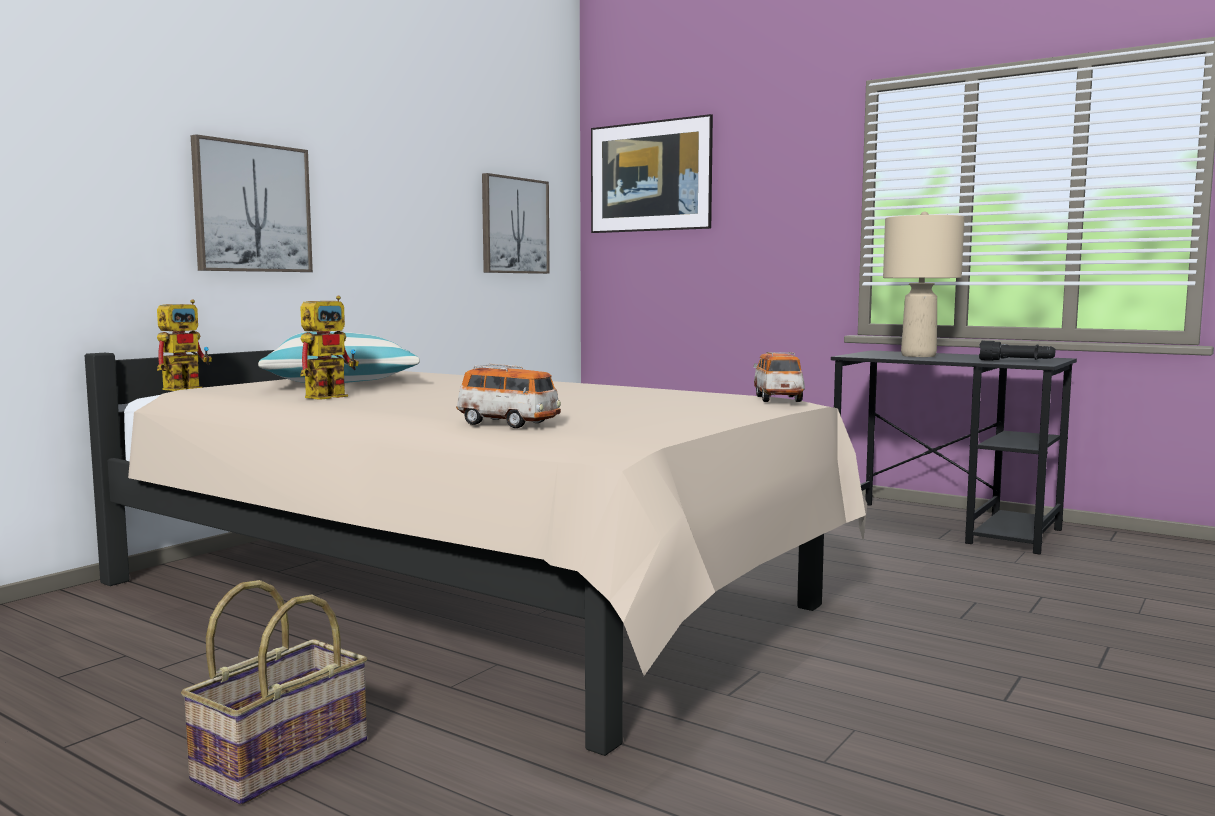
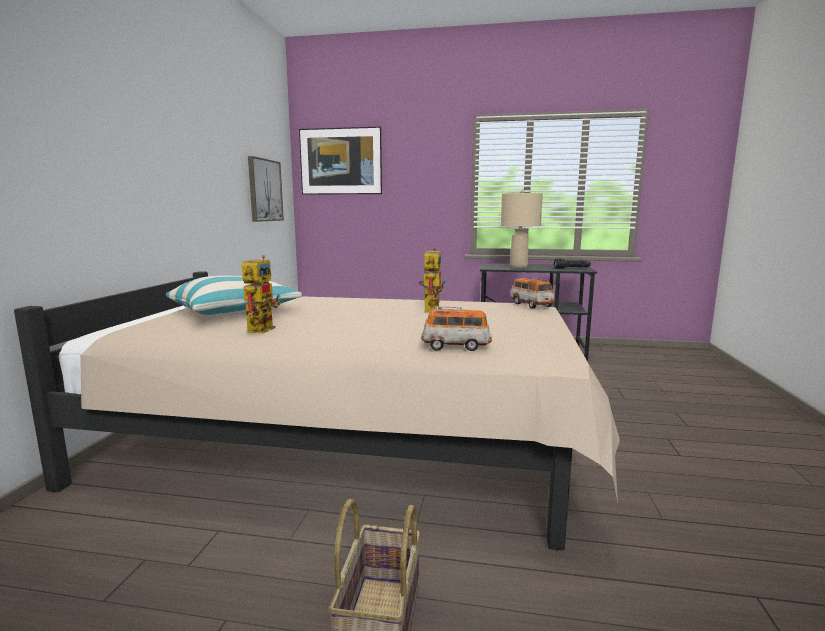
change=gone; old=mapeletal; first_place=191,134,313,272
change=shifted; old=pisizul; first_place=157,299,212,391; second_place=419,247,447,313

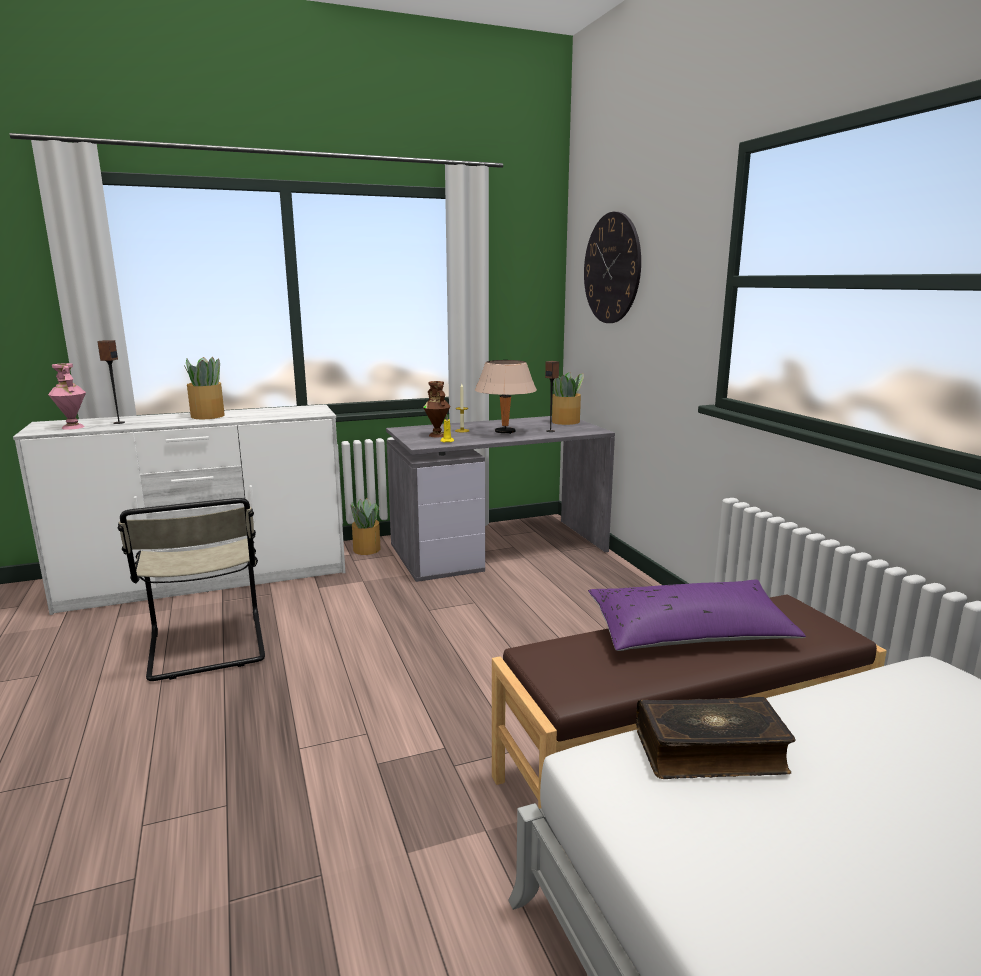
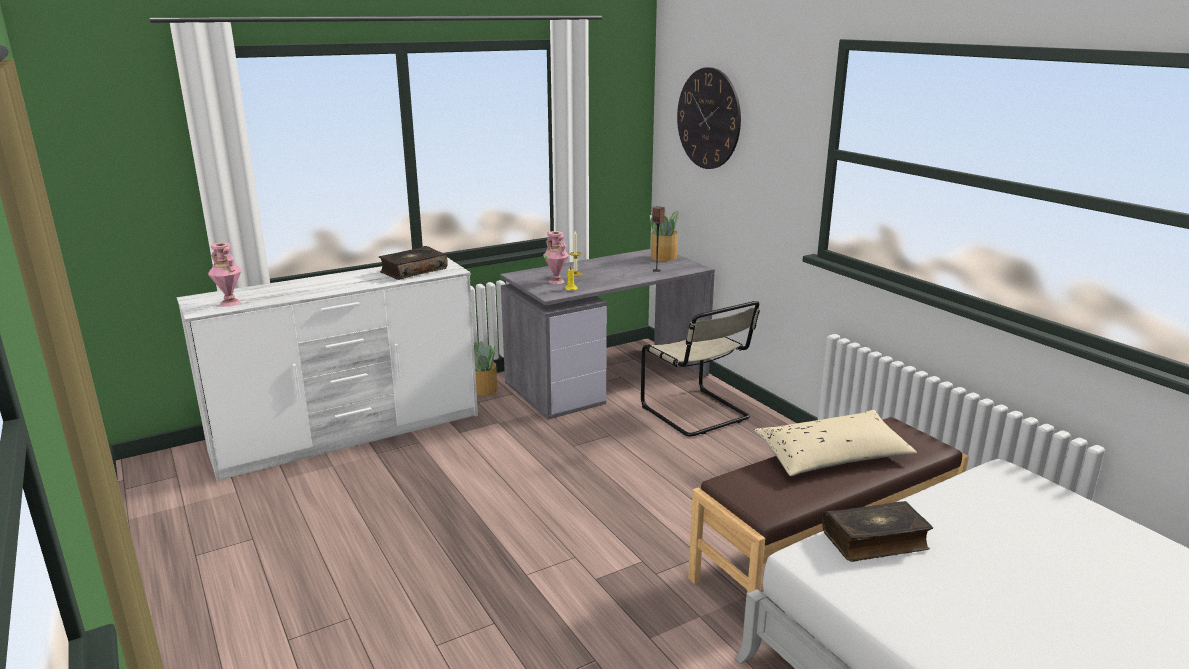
change=gone; old=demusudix; first_place=97,340,125,424
change=gone; old=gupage; first_place=184,357,225,419
change=gone; old=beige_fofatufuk; first_place=475,360,537,434
change=repainted; old=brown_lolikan; new=pink_lolikan; first_place=423,381,450,438; second_place=543,231,569,284
change=shifted; old=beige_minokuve; first_place=118,498,265,681; second_place=641,301,760,437
change=repainted; old=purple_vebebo; new=beige_vebebo; first_place=588,580,806,651; second_place=754,410,917,476
change=new; new=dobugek; second_place=379,246,448,280

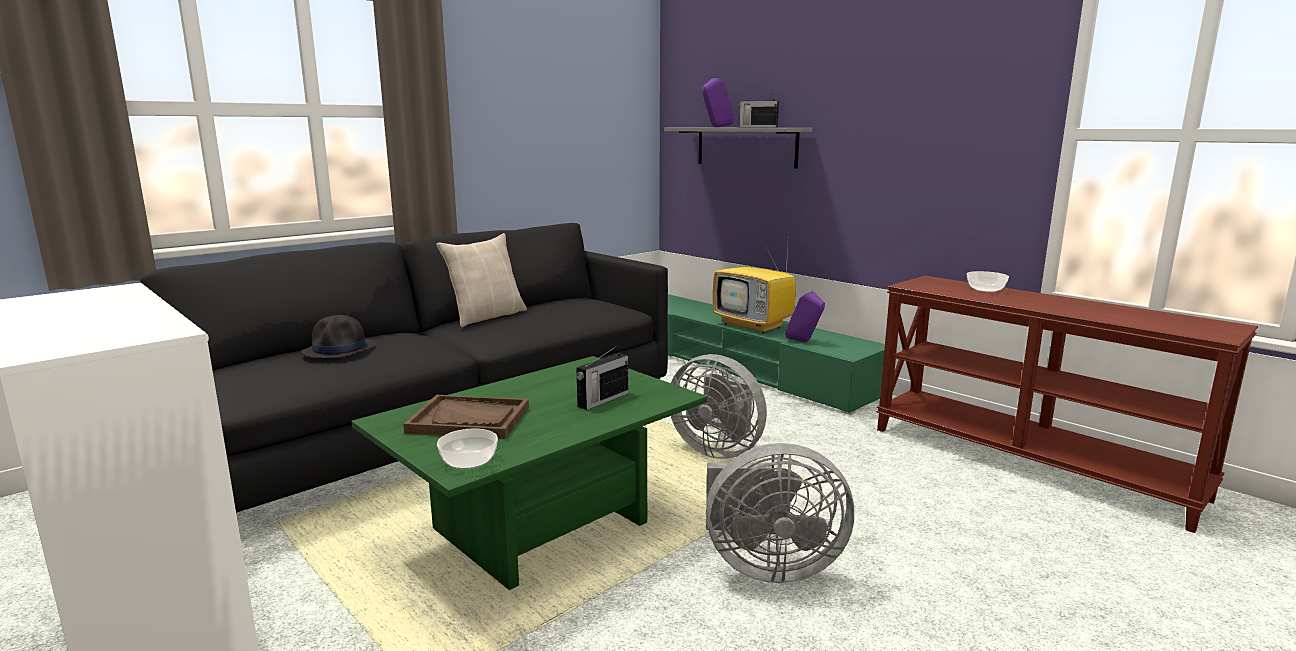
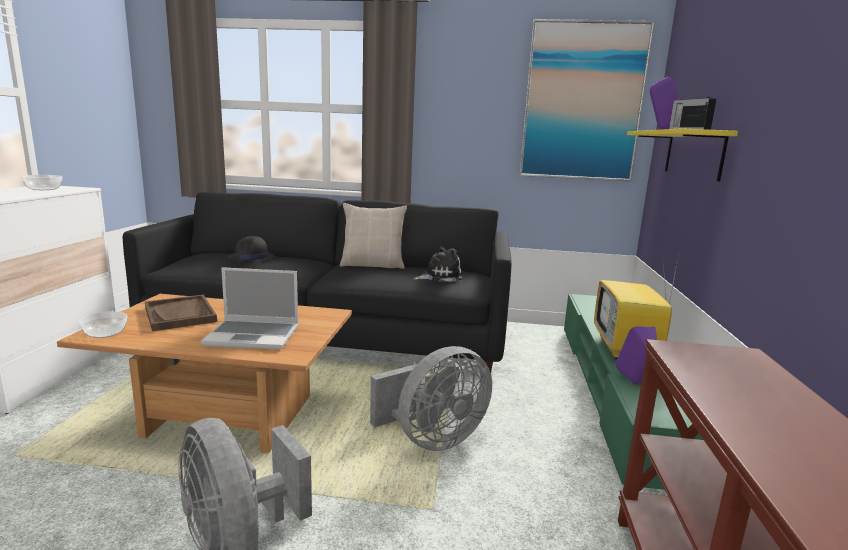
change=repainted; old=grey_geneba; new=yellow_geneba; first_place=664,128,812,168; second_place=627,128,738,181
change=shifted; old=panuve; first_place=967,271,1009,292; second_place=21,175,62,190
change=swapped; old=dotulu; new=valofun; first_place=576,345,628,410; second_place=201,267,299,350
change=rotated; old=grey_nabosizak; first_place=671,354,767,459; second_place=370,346,492,451; degrees=-120
change=repainted; old=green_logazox; new=brown_logazox; first_place=352,356,707,590; second_place=57,294,352,453
change=new; new=mapeletal; second_place=519,19,655,182
change=new; new=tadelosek; second_place=414,247,463,282

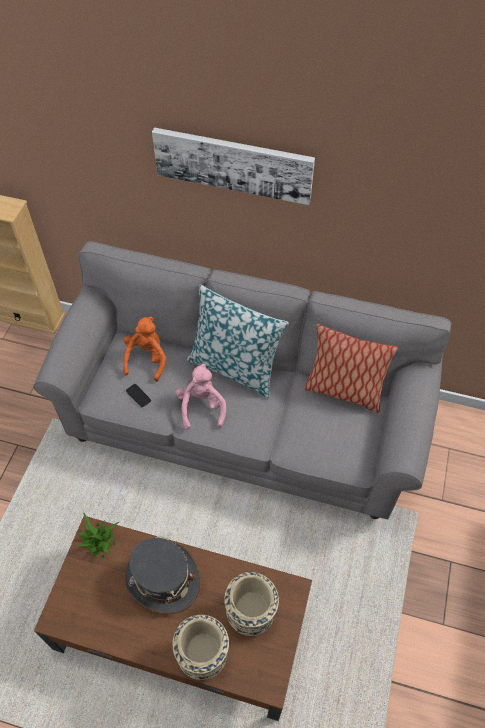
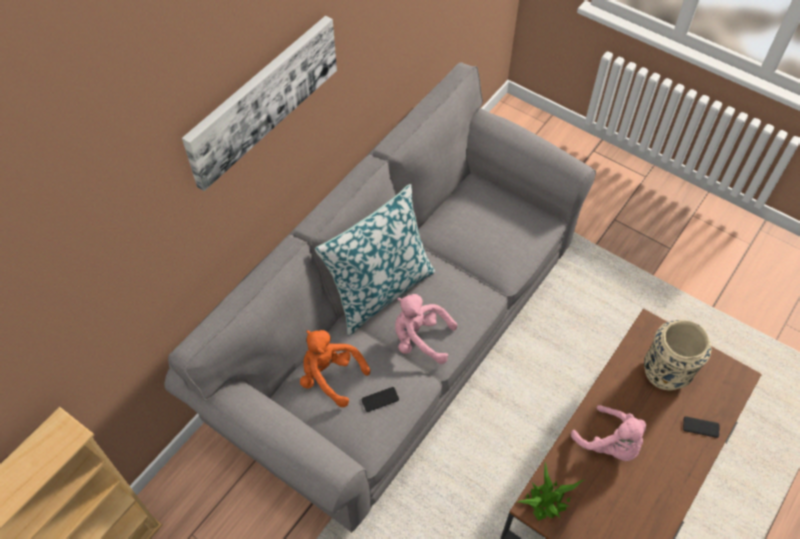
change=gone; old=vebebo; first_place=304,324,398,413
change=swapped; old=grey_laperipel; new=pink_tadelosek; first_place=124,536,200,614; second_place=571,405,646,461
change=swapped; old=beige_lolikan; new=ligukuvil; first_place=173,615,229,680; second_place=683,416,719,438

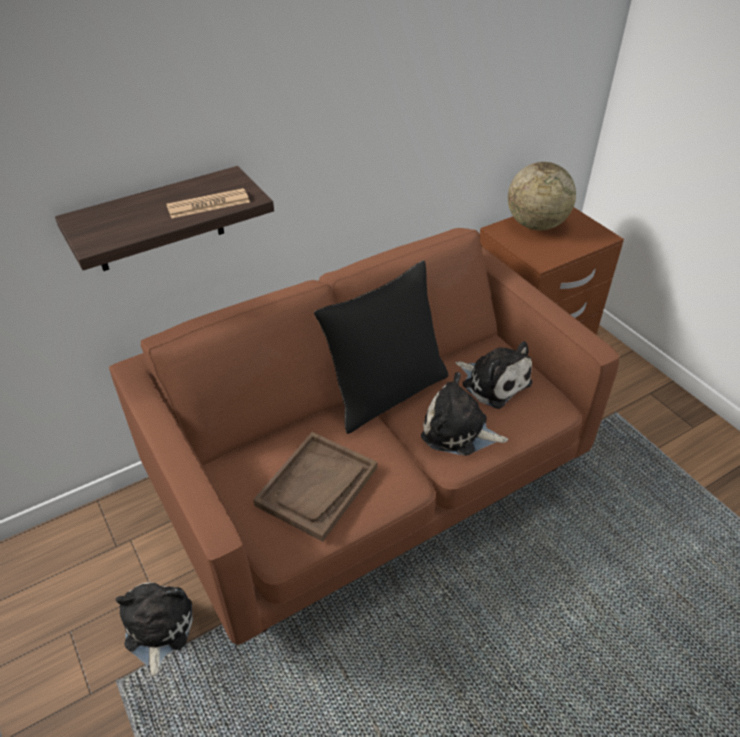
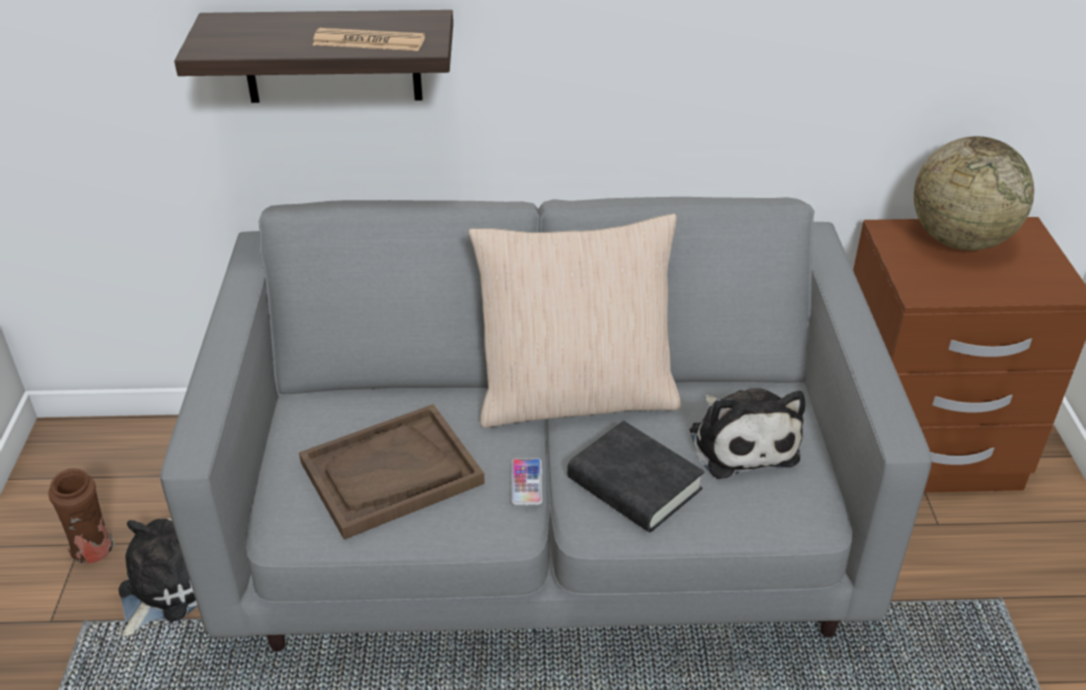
change=repainted; old=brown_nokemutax; new=grey_nokemutax; first_place=109,228,619,645; second_place=160,197,932,651
change=repainted; old=black_vebebo; new=beige_vebebo; first_place=314,260,448,434; second_place=468,214,681,428
change=swapped; old=tadelosek; new=black_dobugek; first_place=421,372,508,456; second_place=567,421,704,532
change=new; new=ligukuvil; second_place=511,458,542,505
change=new; new=brown_lolikan; second_place=49,468,115,564

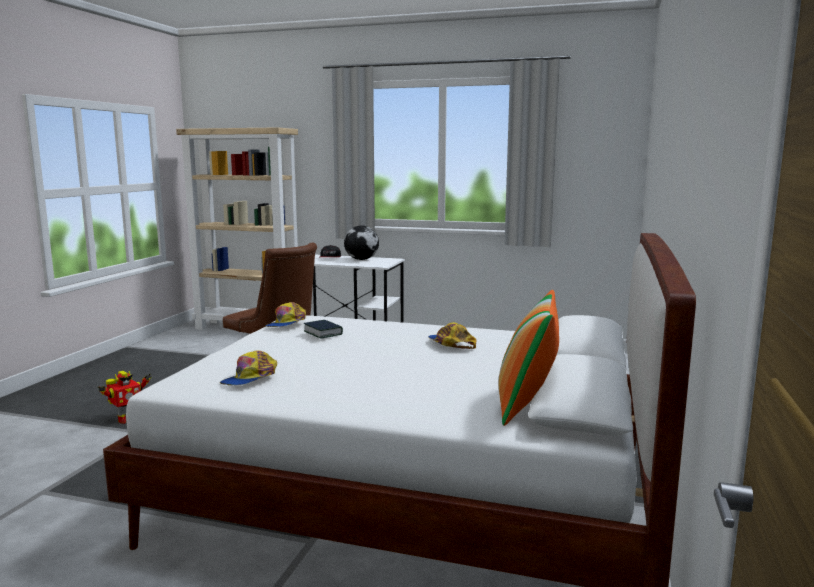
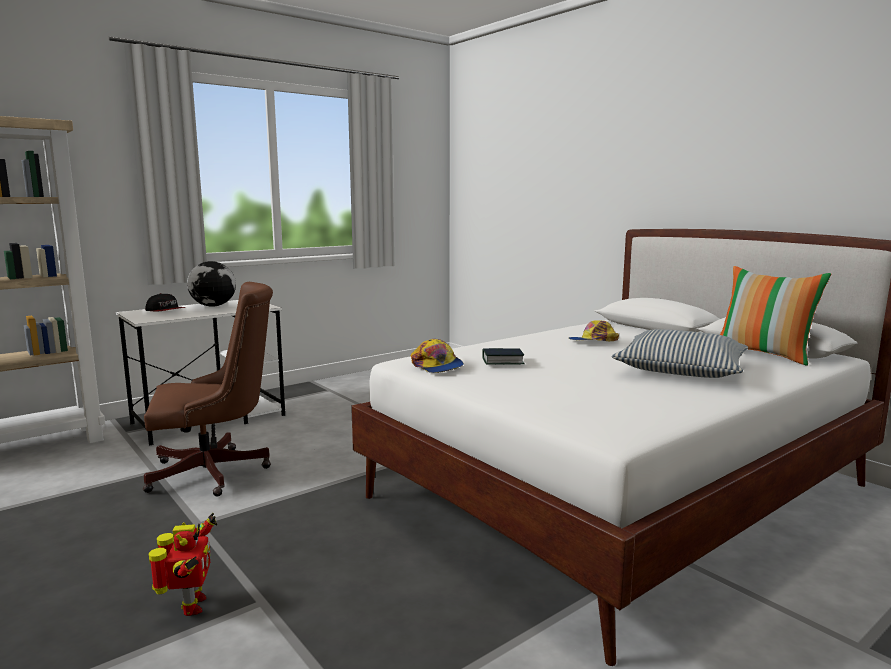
change=gone; old=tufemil; first_place=220,350,277,385
change=new; new=vebebo; second_place=612,329,748,378

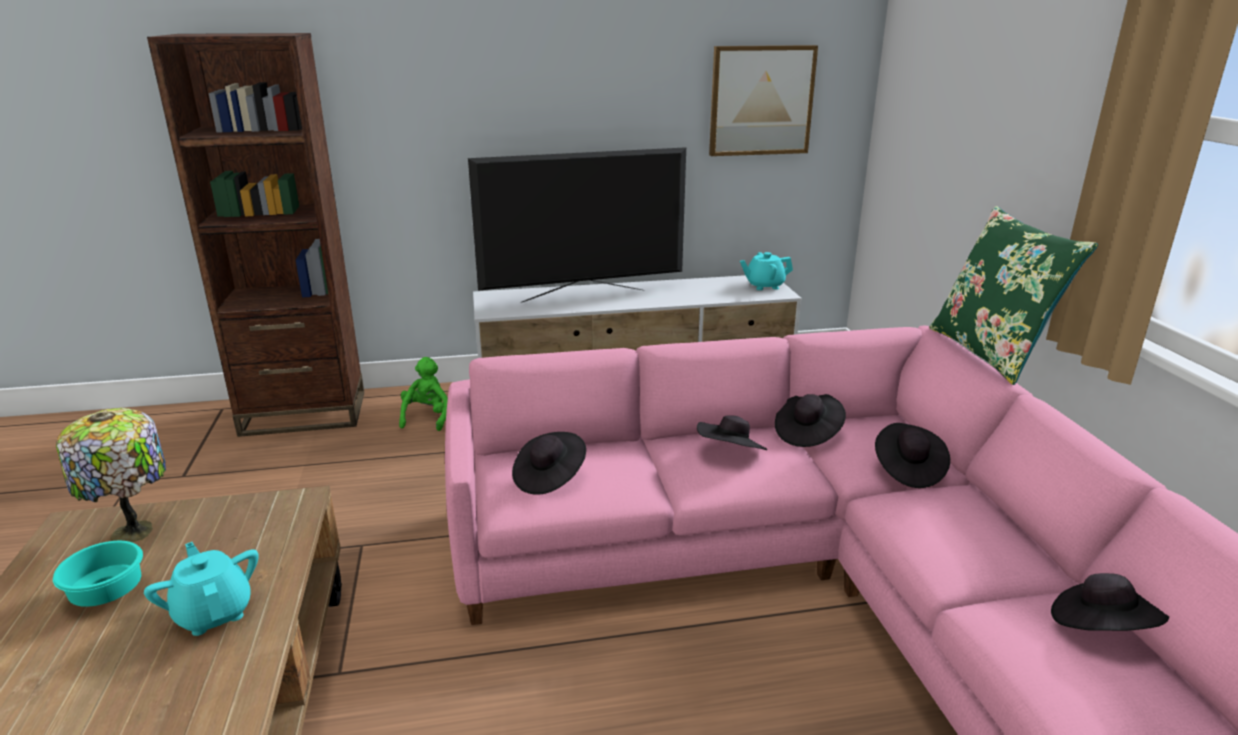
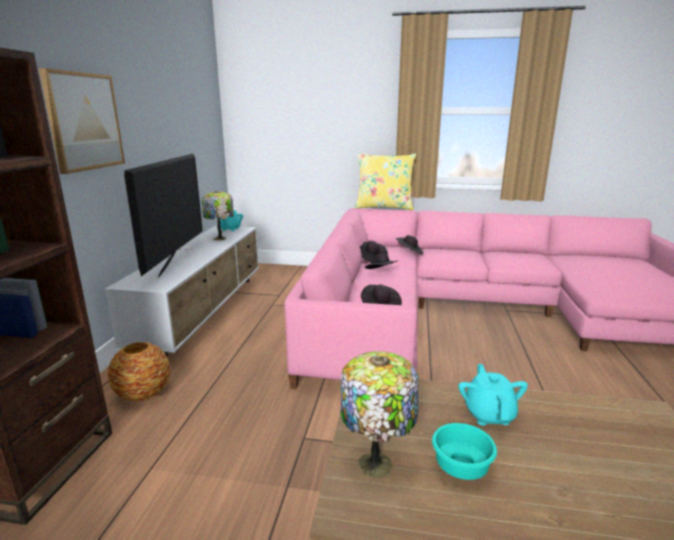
change=shifted; old=mapeletal; first_place=709,45,818,156; second_place=38,68,125,174
change=repainted; old=green_vebebo; new=yellow_vebebo; first_place=929,206,1098,385; second_place=355,153,416,210
change=swapped; old=green_tadelosek; new=lolikan; first_place=399,357,448,431; second_place=108,342,171,402
change=rotated; old=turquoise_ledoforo; first_place=144,542,259,636; second_place=458,364,528,426; degrees=105
change=gone; old=black_laperipel; first_place=1051,573,1169,631
change=new; new=fofatufuk; second_place=202,191,234,241

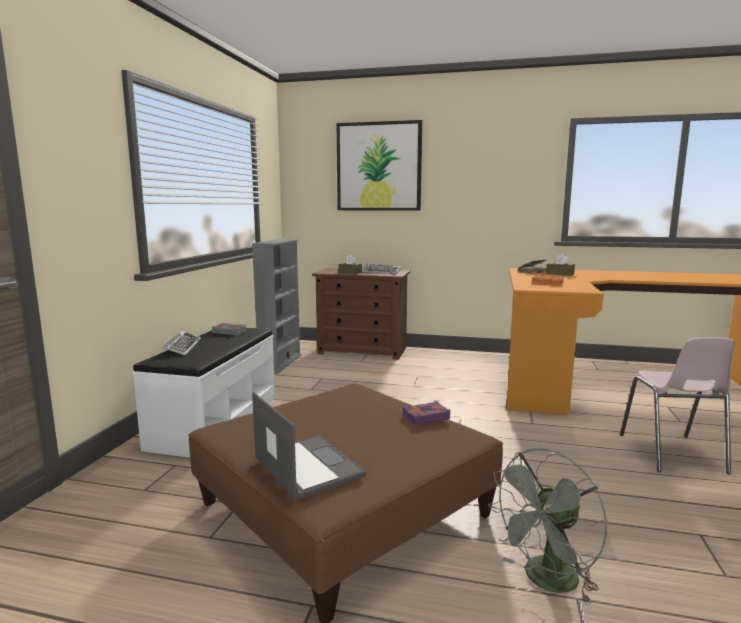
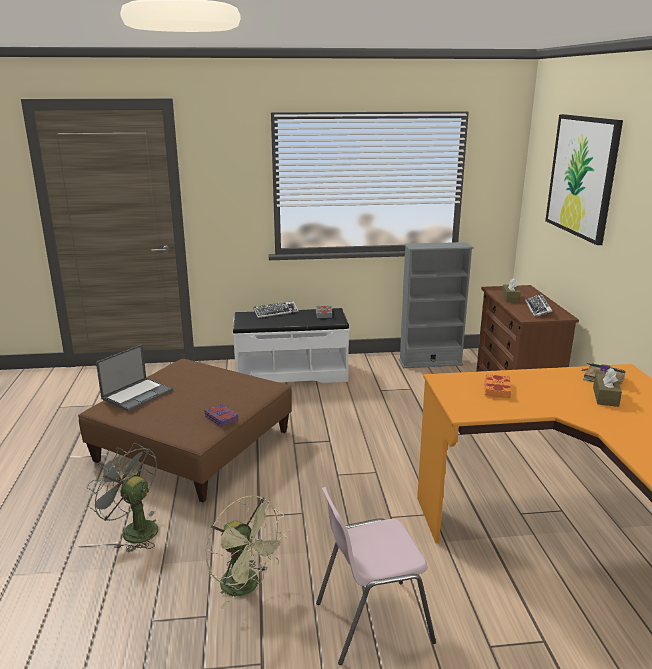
change=new; new=green_nabosizak; second_place=206,496,287,609

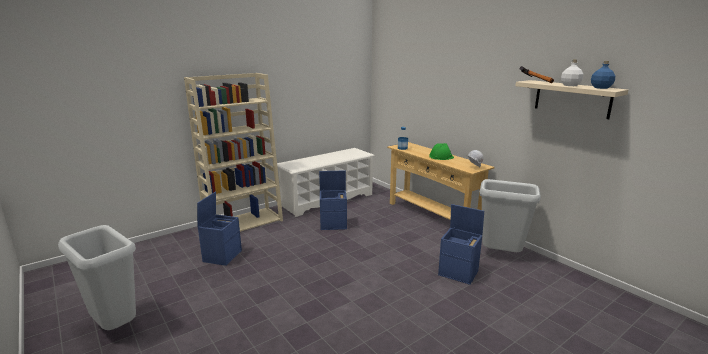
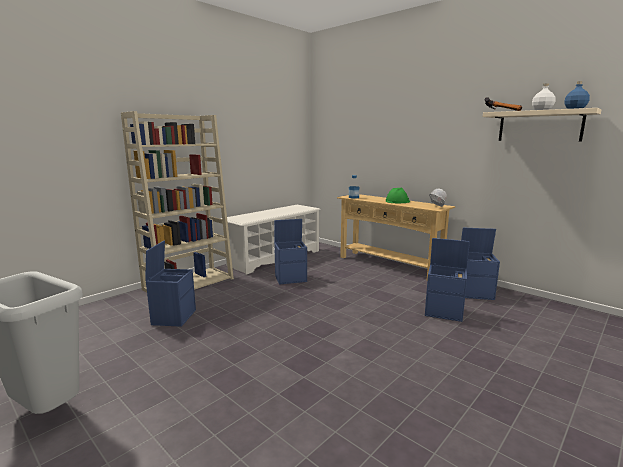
change=swapped; old=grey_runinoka; new=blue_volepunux; first_place=480,179,541,252; second_place=461,228,500,300

